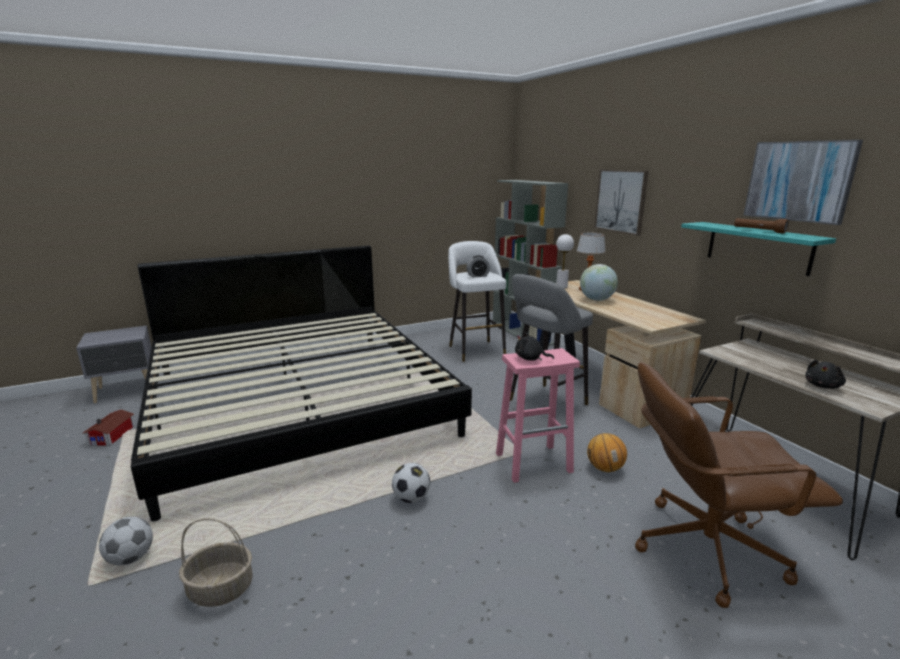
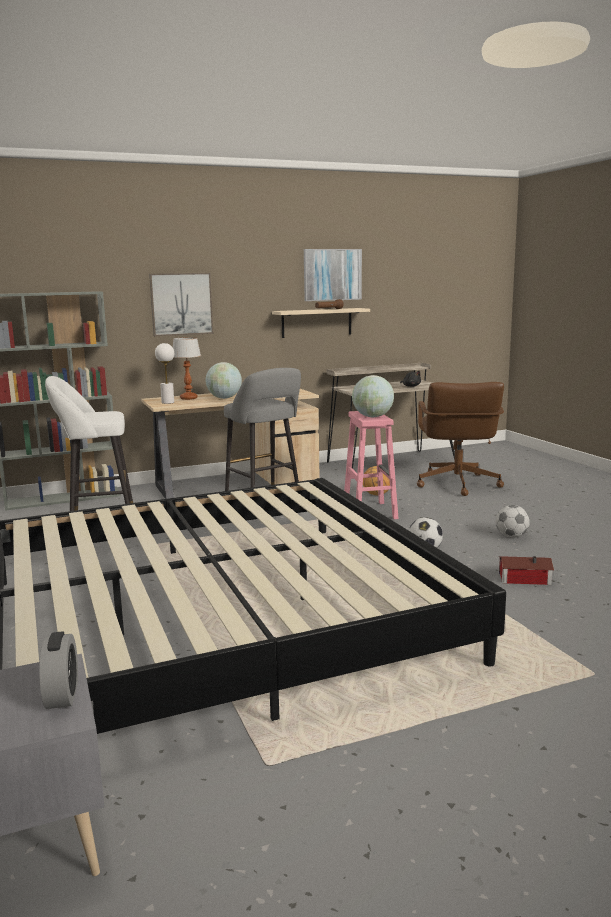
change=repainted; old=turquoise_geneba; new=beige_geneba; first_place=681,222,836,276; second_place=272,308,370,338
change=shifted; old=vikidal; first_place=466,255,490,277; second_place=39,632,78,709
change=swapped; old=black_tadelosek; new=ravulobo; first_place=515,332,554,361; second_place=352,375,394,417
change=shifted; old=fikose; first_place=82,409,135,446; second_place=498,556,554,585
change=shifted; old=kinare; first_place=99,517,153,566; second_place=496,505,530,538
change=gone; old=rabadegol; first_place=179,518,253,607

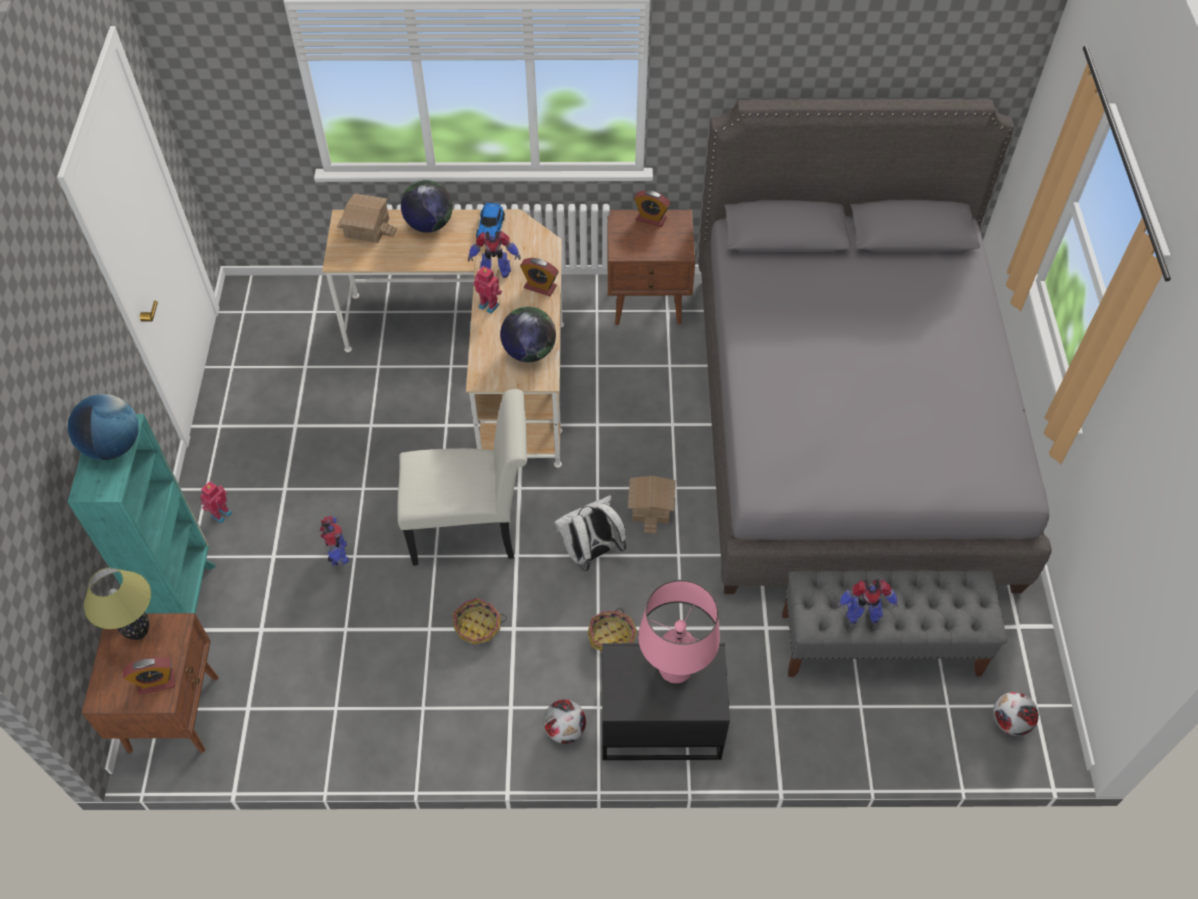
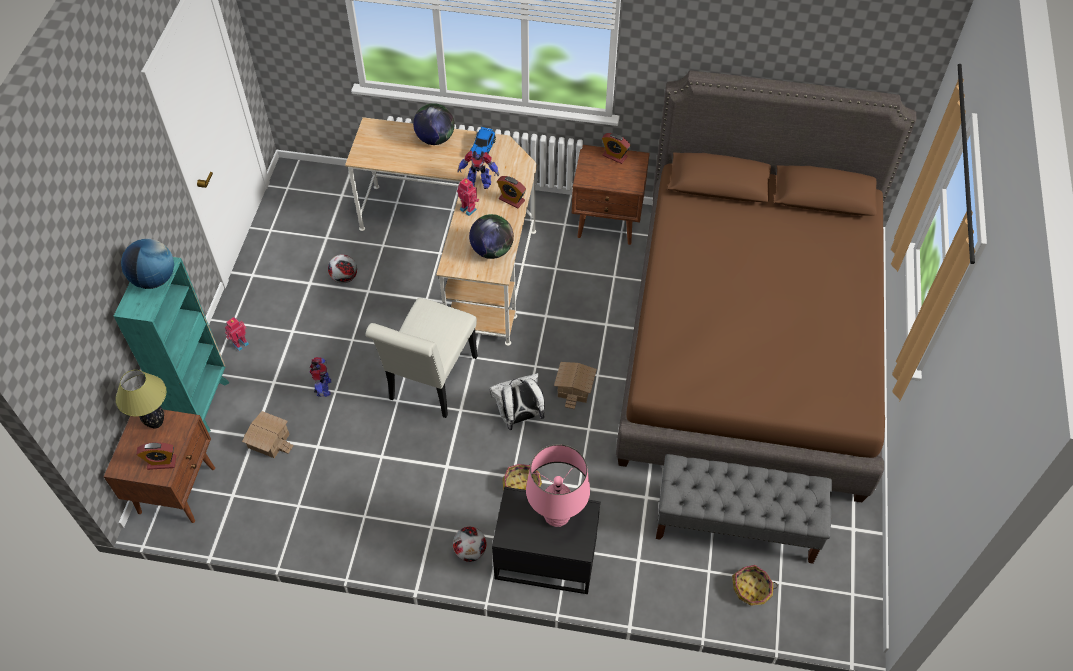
change=repainted; old=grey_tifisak; new=brown_tifisak; first_place=699,99,1052,594; second_place=616,70,916,502
change=shifted; old=fikose; first_place=337,193,397,243; second_place=242,411,294,458
change=rotated; old=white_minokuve; first_place=398,389,527,566; second_place=365,298,478,418; degrees=105
change=gone; old=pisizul; first_place=837,579,898,624
change=shifted; old=rabadegol; first_place=452,598,507,645; second_place=732,565,778,606
change=shifted; old=kinare; first_place=993,692,1039,736; second_place=328,254,357,283

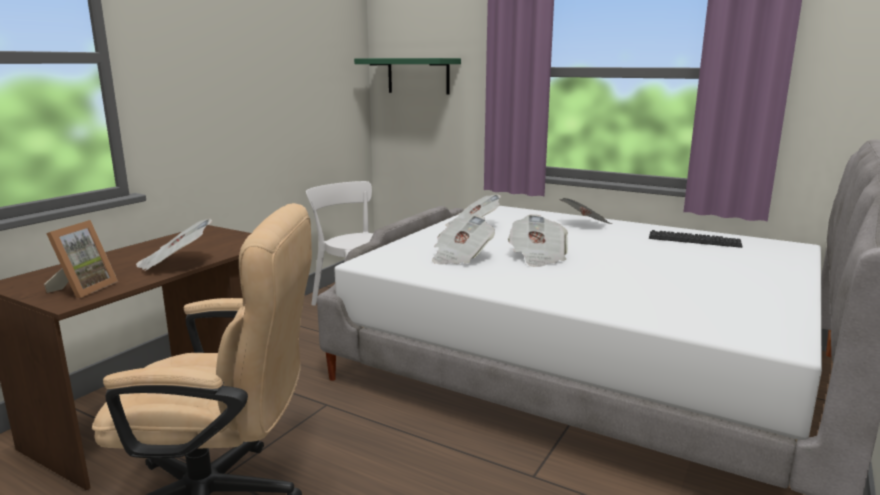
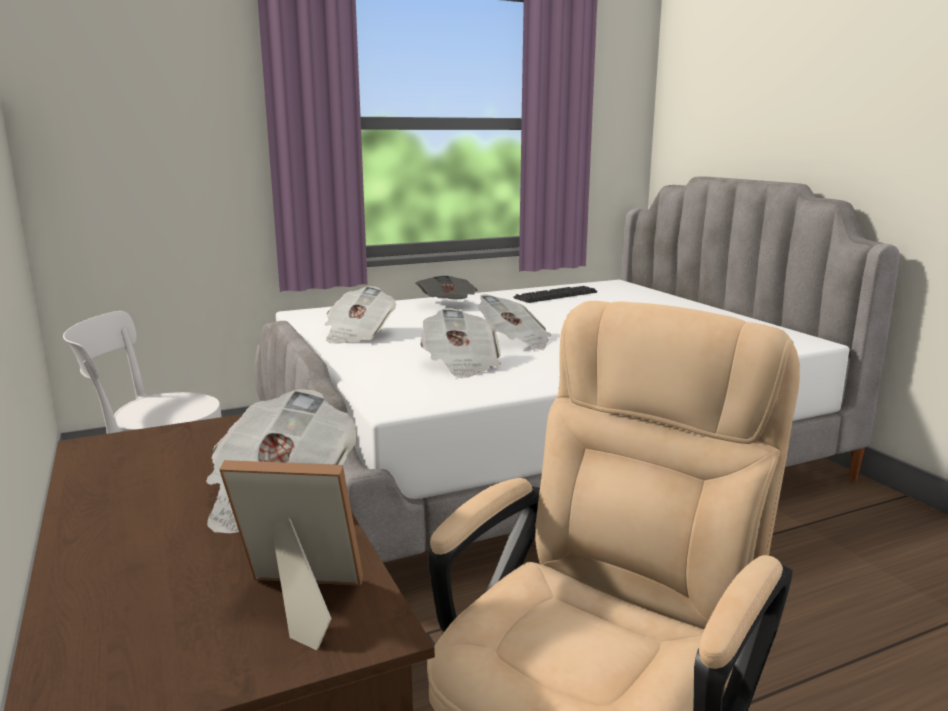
change=gone; old=green_geneba; first_place=354,58,461,94
change=rotated; old=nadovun; first_place=44,220,118,299; second_place=219,460,363,650; degrees=-45

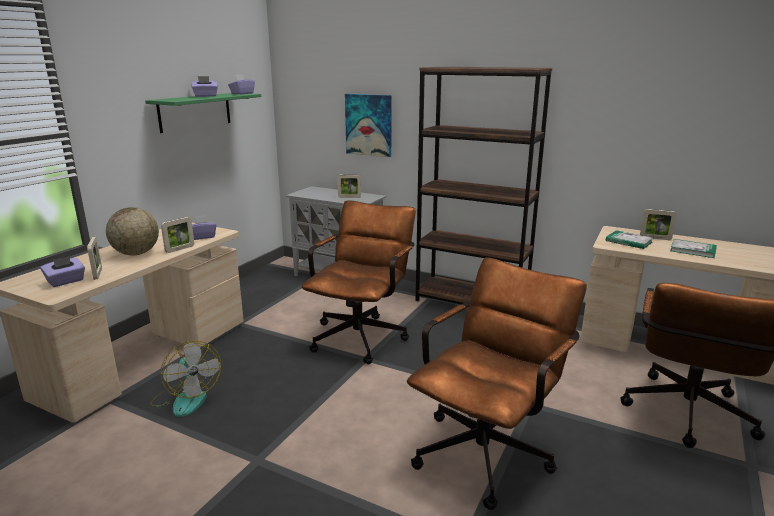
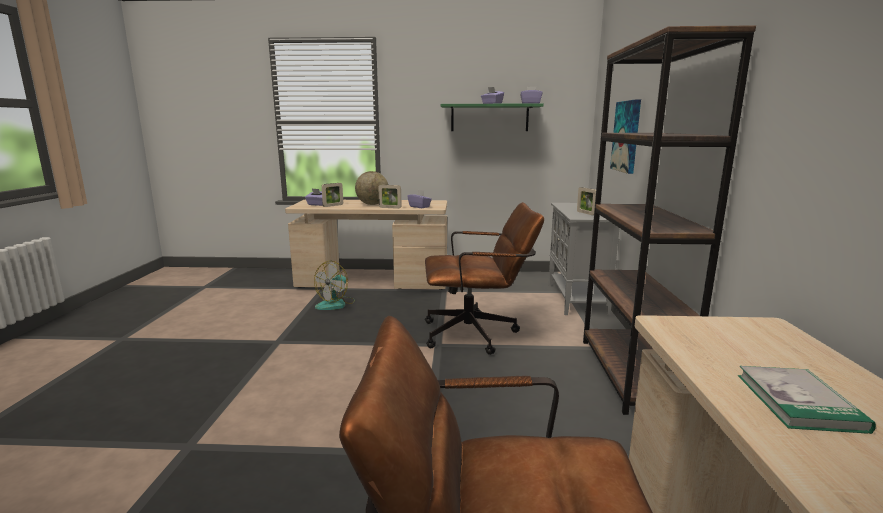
change=gone; old=nadovun; first_place=640,209,677,240
change=gone; old=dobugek; first_place=606,230,653,249
change=gone; old=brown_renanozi; first_place=407,257,587,510

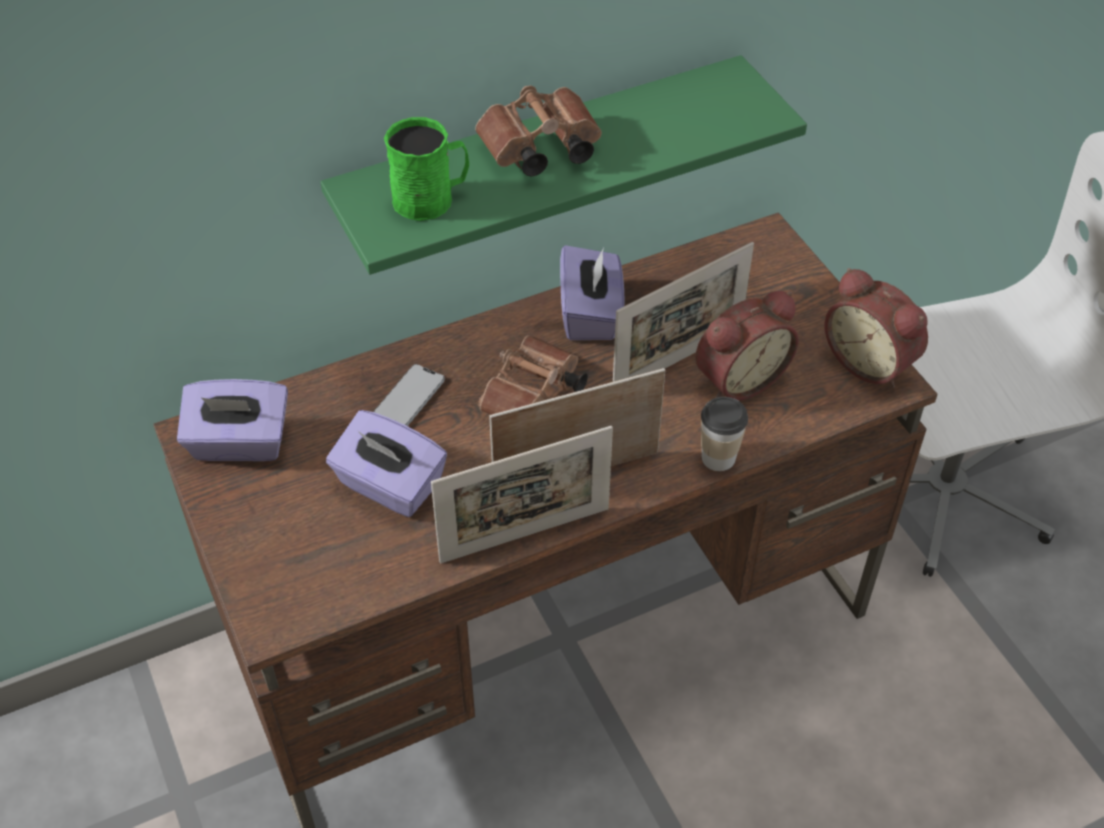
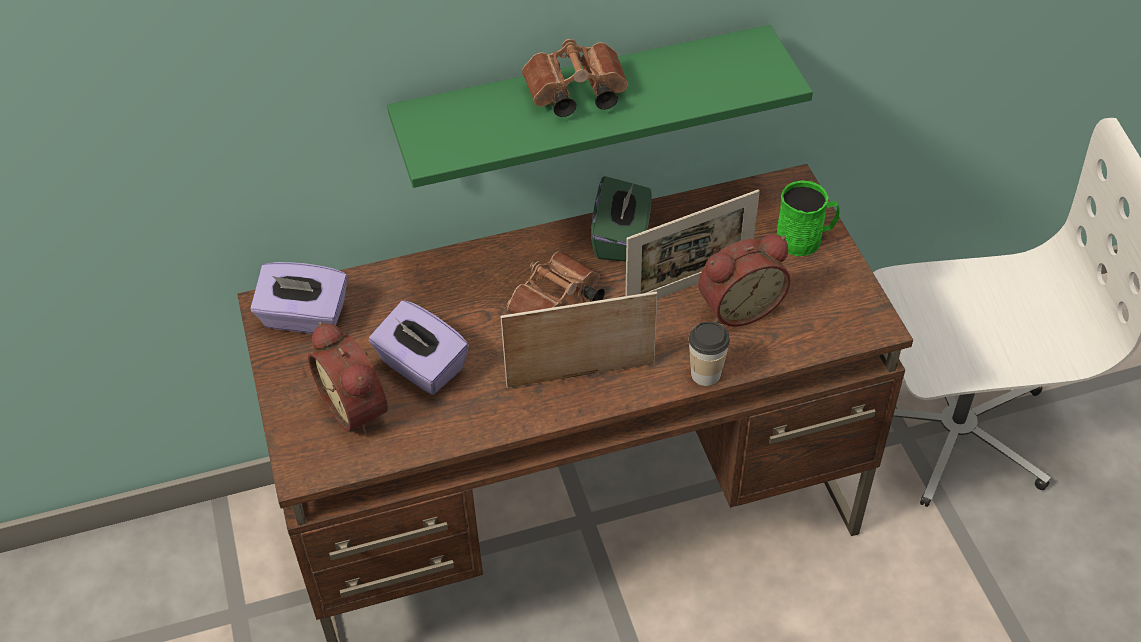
change=shifted; old=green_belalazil; first_place=384,117,469,221; second_place=777,180,840,256
change=repainted; old=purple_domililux; new=green_domililux; first_place=560,245,624,340; second_place=591,176,652,262
change=shifted; old=vikidal; first_place=825,268,928,388; second_place=308,322,388,436
change=gone; old=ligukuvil; first_place=373,364,445,426
change=gone; old=nadovun; first_place=431,426,613,563

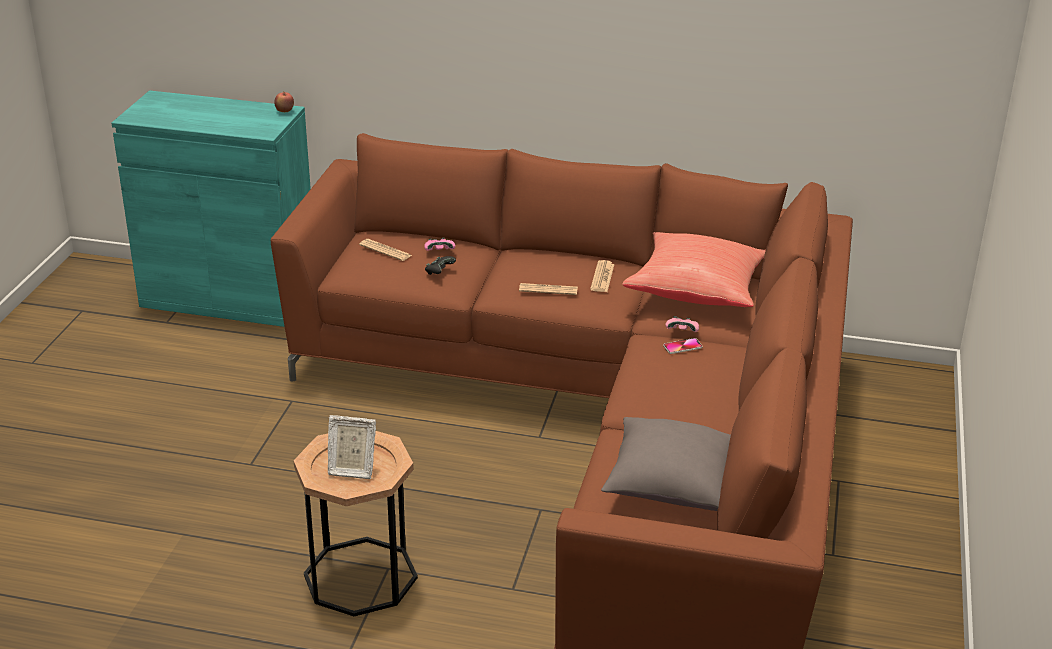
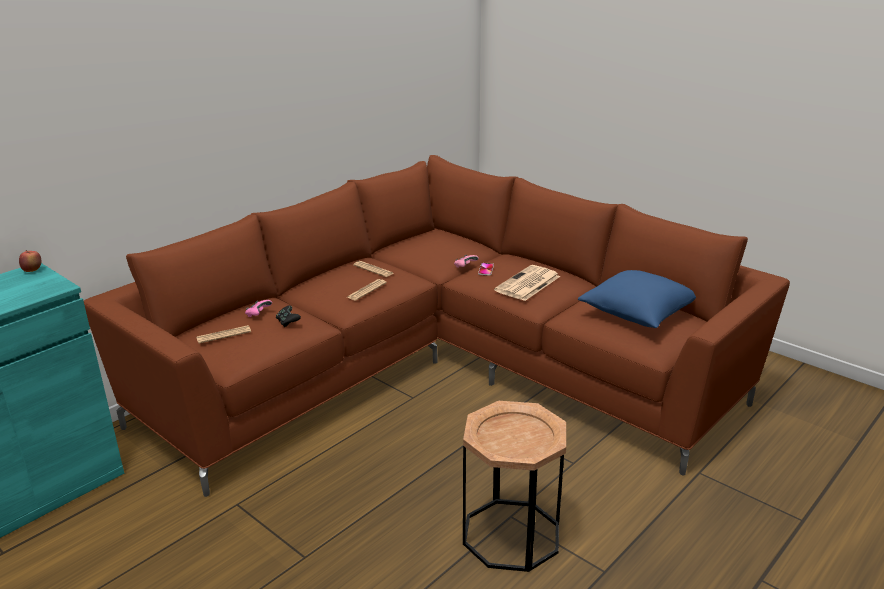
change=gone; old=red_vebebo; first_place=622,232,766,307
change=gone; old=nadovun; first_place=328,415,376,479
change=repainted; old=grey_vebebo; new=blue_vebebo; first_place=601,417,731,511; second_place=578,270,696,328
change=new; new=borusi; second_place=494,265,560,301

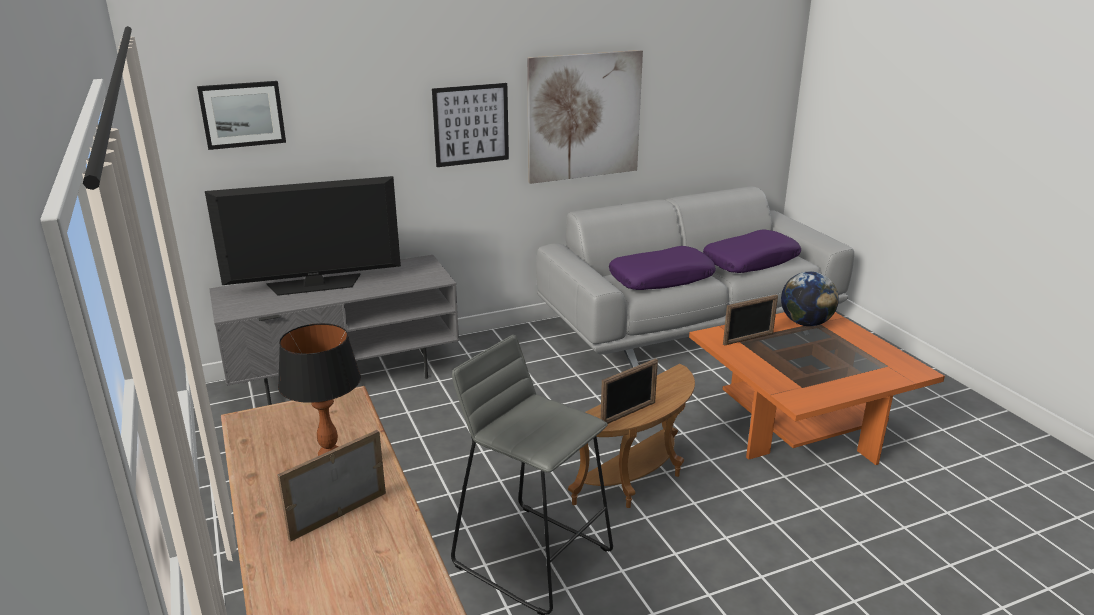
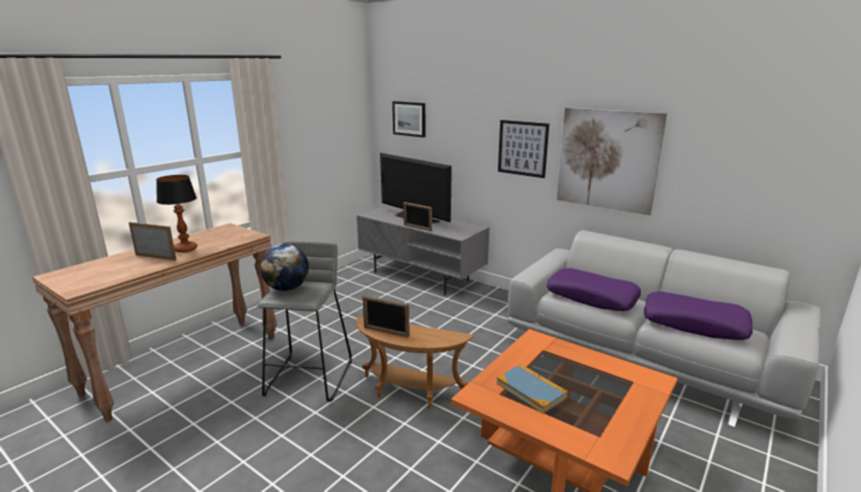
change=shifted; old=ravulobo; first_place=781,271,839,326; second_place=260,244,309,291
change=shifted; old=nadovun; first_place=723,294,778,346; second_place=404,202,432,231
change=new; new=dobugek; second_place=496,364,568,414

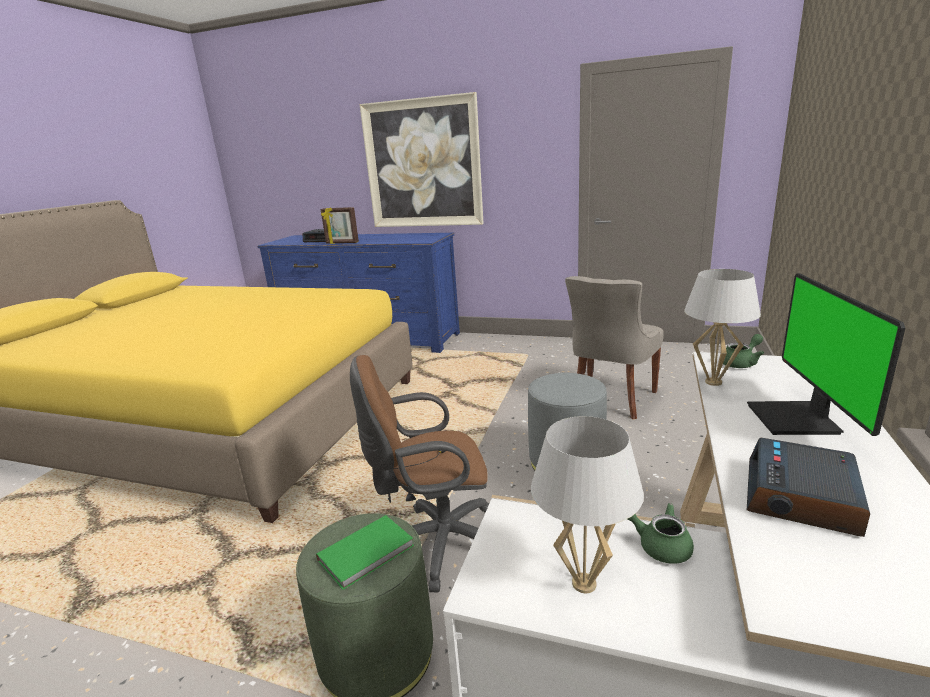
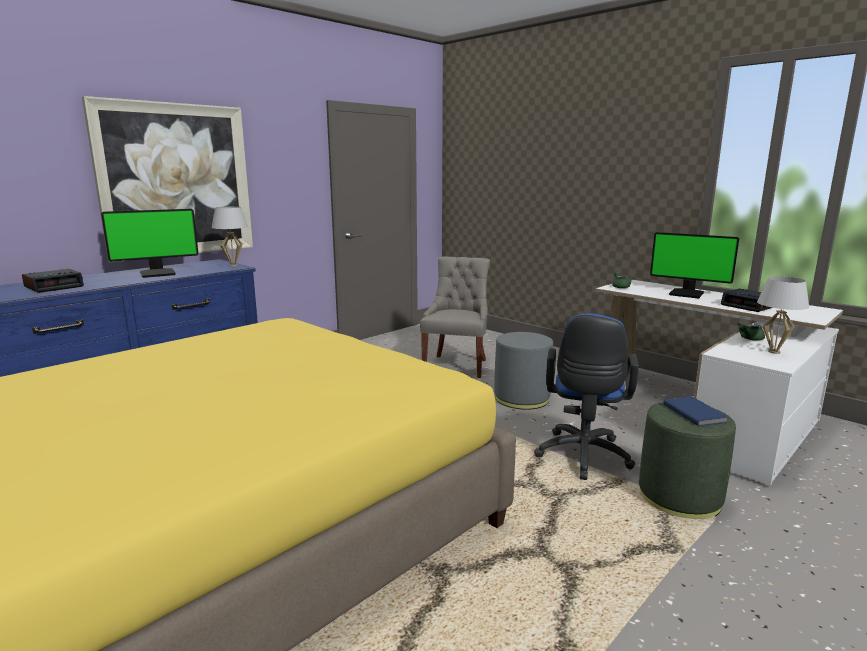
change=gone; old=nadovun; first_place=321,207,359,244
change=shifted; old=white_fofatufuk; first_place=684,269,761,386; second_place=212,207,248,267
change=rotated; old=grey_minokuve; first_place=565,276,664,419; second_place=420,257,490,378; degrees=-135
change=repainted; old=brown_renanozi; new=blue_renanozi; first_place=350,355,489,592; second_place=534,313,639,480
change=repainted; old=green_dobugek; new=blue_dobugek; first_place=316,515,414,590; second_place=663,396,728,427
change=new; new=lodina; second_place=101,209,199,278

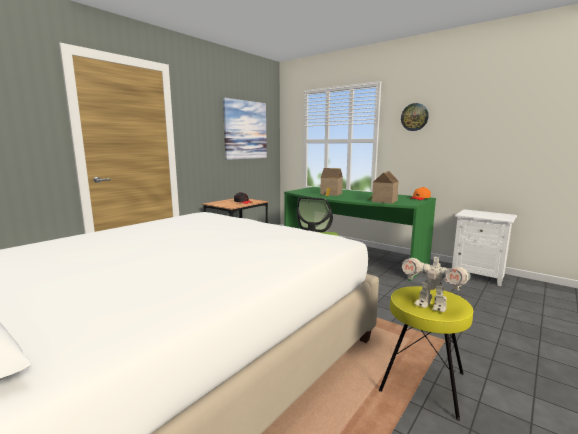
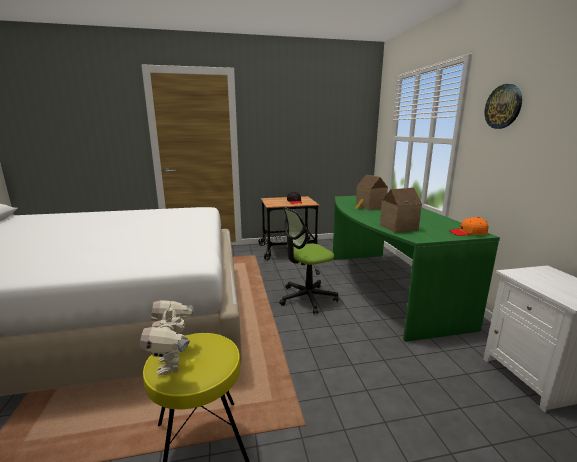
change=gone; old=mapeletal; first_place=223,98,267,160

